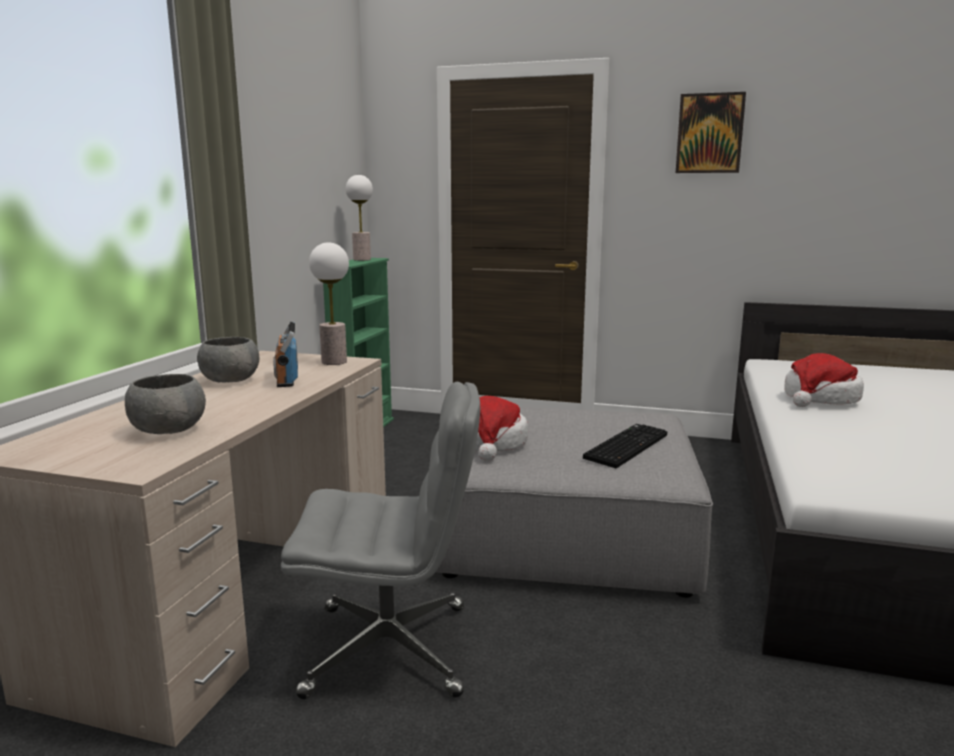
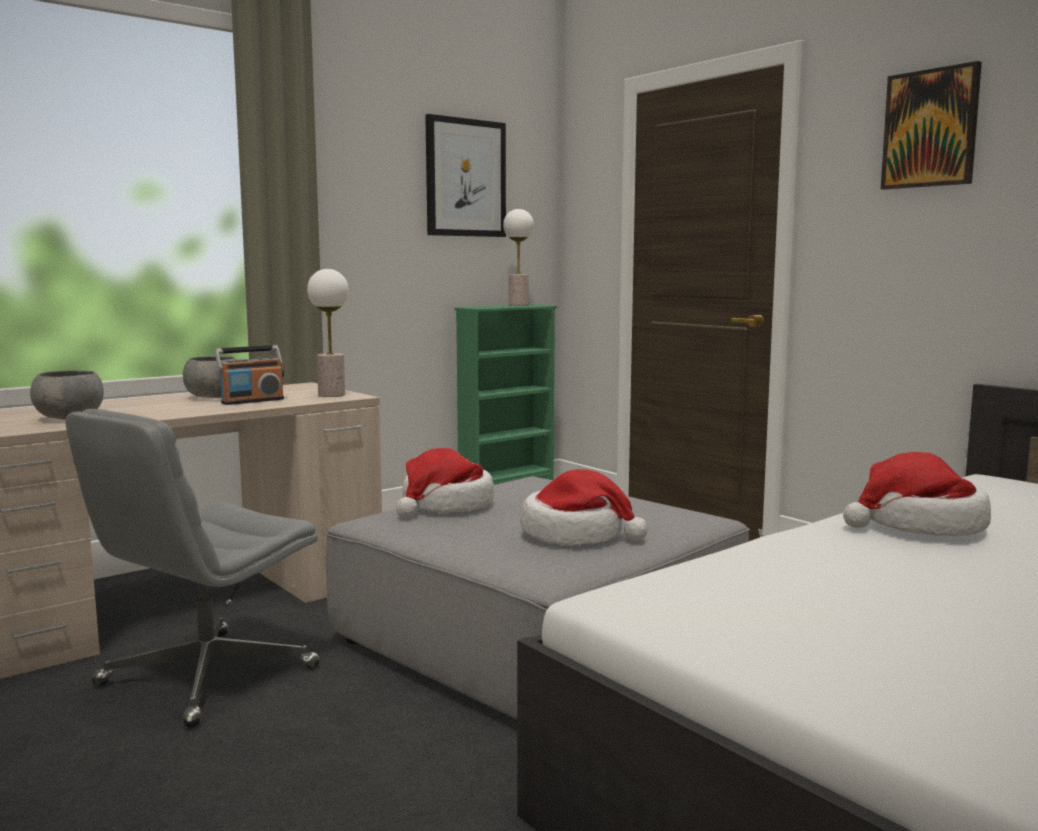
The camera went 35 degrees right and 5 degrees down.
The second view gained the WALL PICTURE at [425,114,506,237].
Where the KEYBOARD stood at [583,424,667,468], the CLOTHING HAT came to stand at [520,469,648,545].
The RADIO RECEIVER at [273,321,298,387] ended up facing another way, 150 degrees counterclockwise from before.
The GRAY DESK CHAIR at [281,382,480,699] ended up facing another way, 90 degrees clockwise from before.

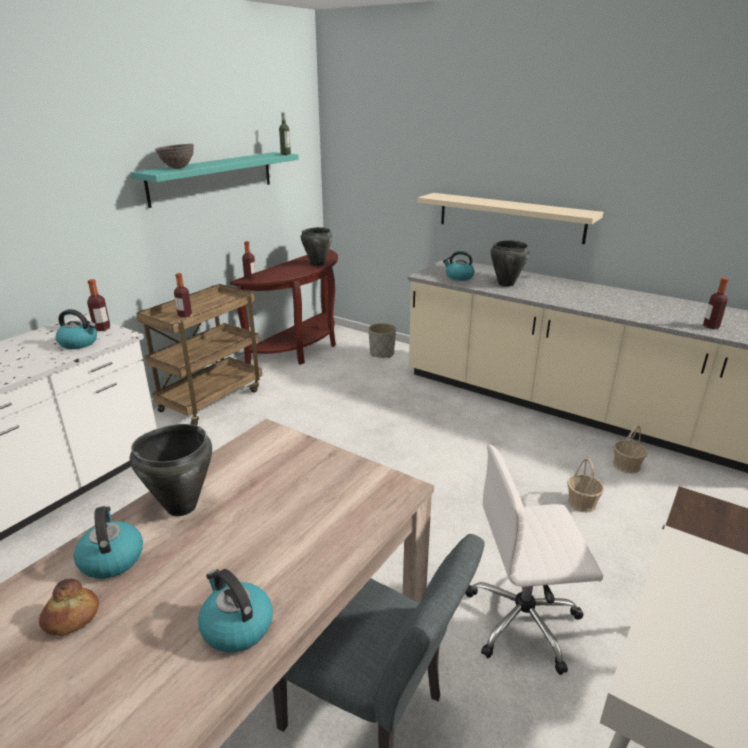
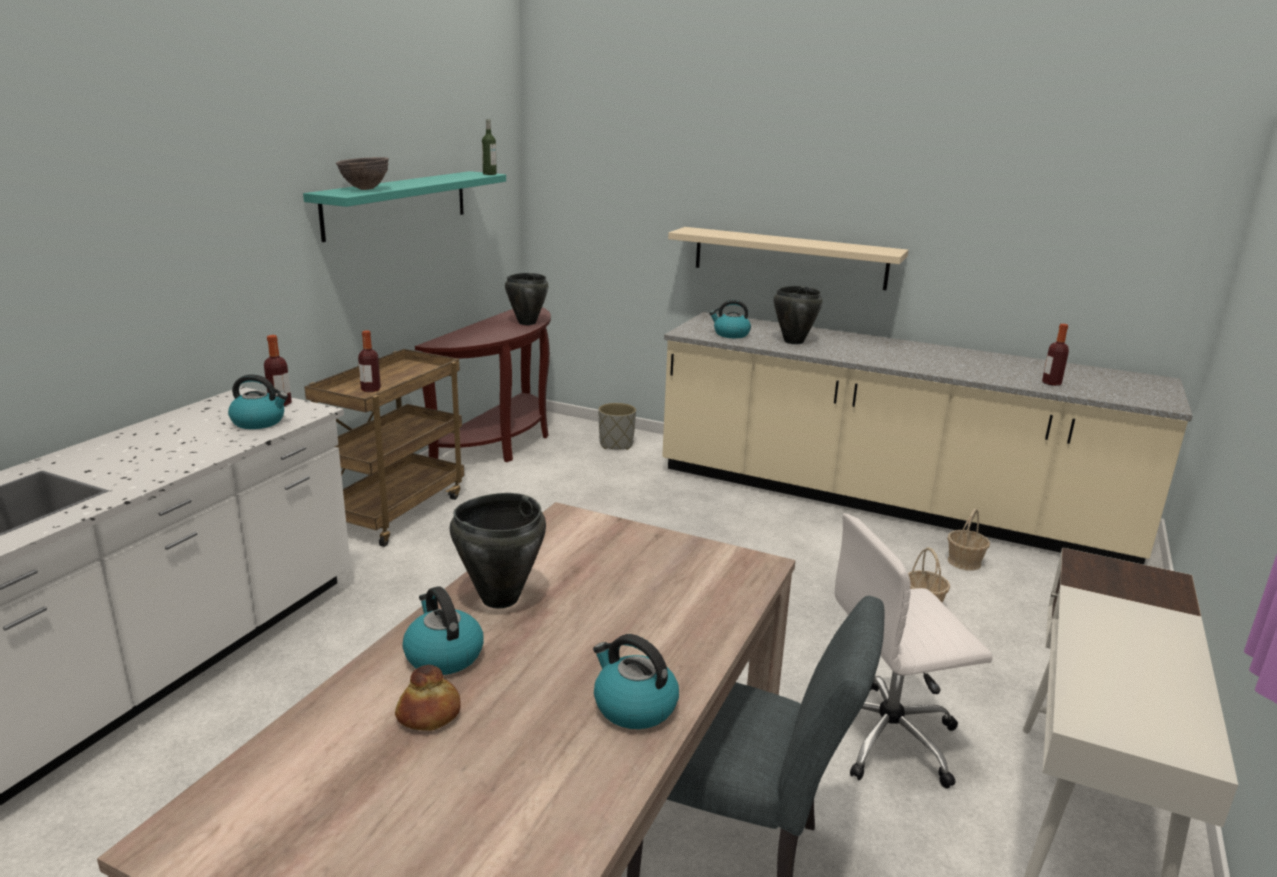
The camera went 10 degrees left and 5 degrees down.
The second view lost the BEVERAGE BOTTLE at [242,241,256,280].

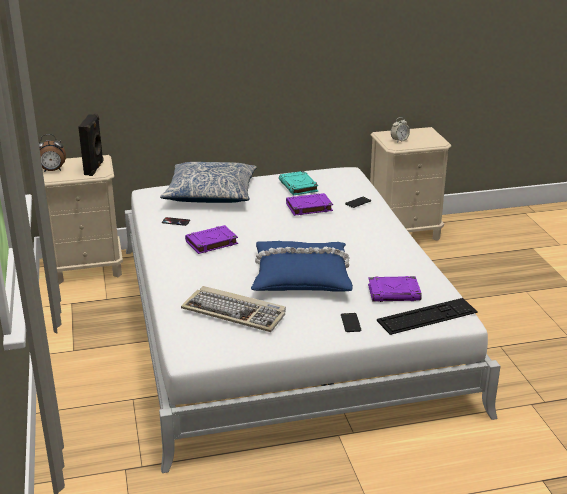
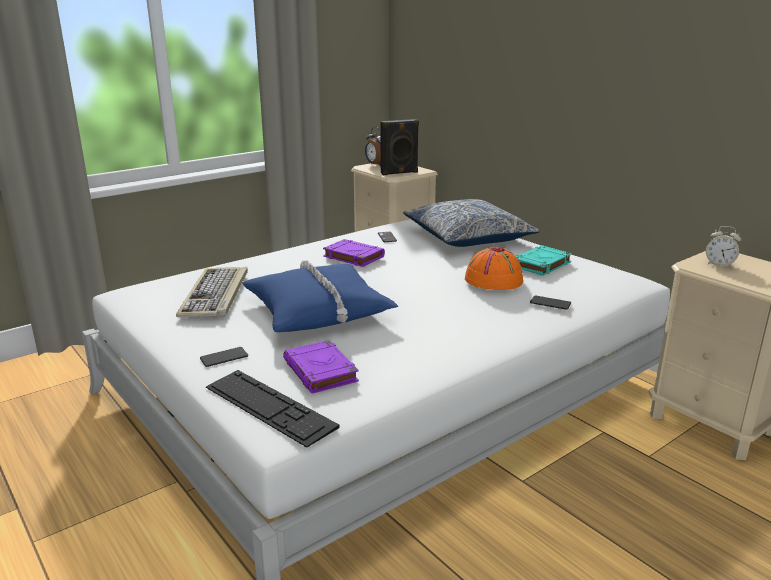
The camera went 65 degrees right and 5 degrees down.
Where the PURPLE-COLOURED BOUND BOOK stood at [286,193,333,216], the ORANGEY CLOTHING HAT came to stand at [465,247,523,290].

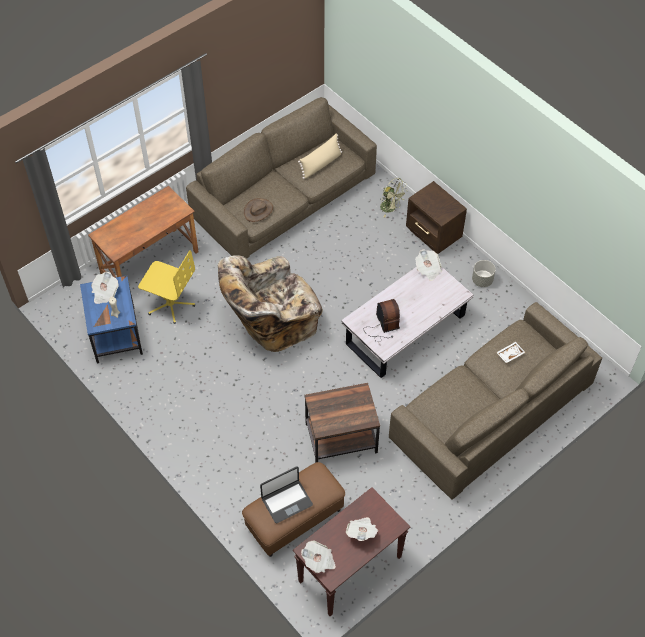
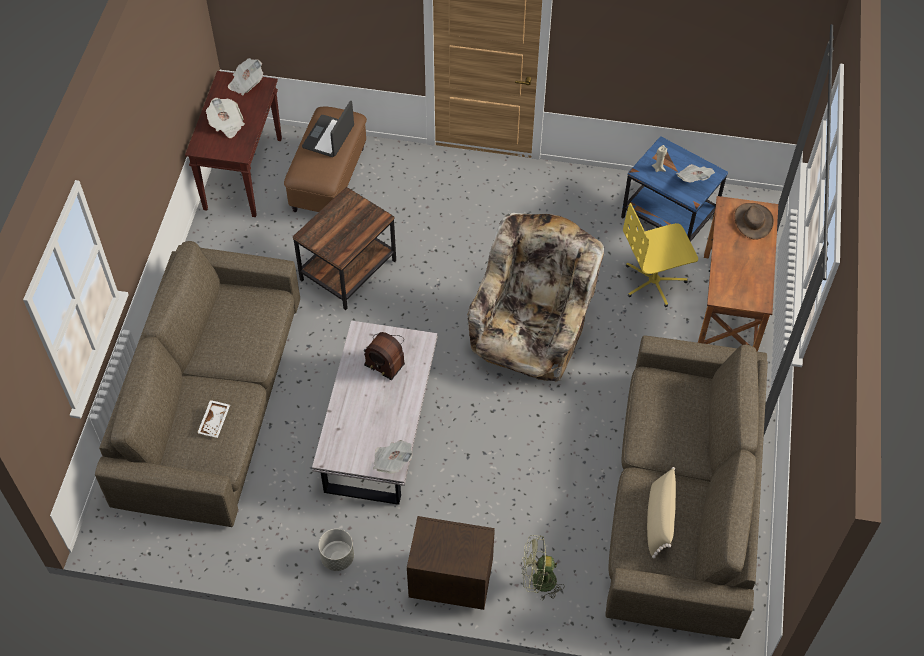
The camera went 140 degrees right and 0 degrees up.
The BROWNISH CLOTHING HAT ended up elsewhere, having gone from [244,198,273,222] to [734,203,774,240].

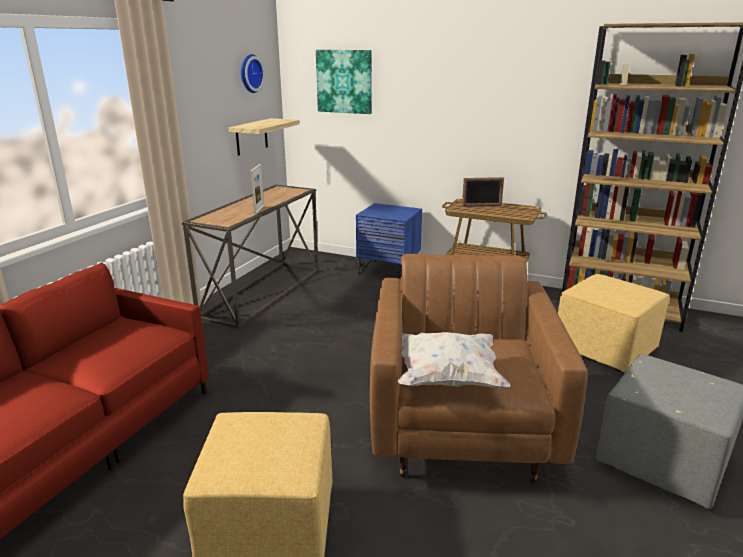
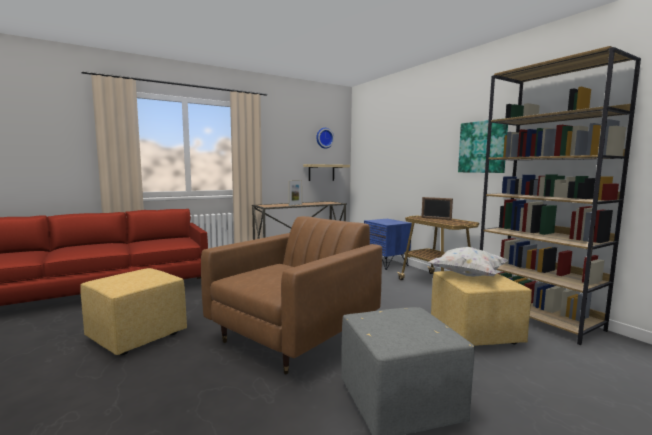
The camera went 35 degrees right and 15 degrees down.
The WALL PICTURE ended up elsewhere, having gone from [316,50,372,114] to [458,118,508,173].
The WHITE THROW PILLOW ended up elsewhere, having gone from [398,332,510,389] to [429,247,509,276].

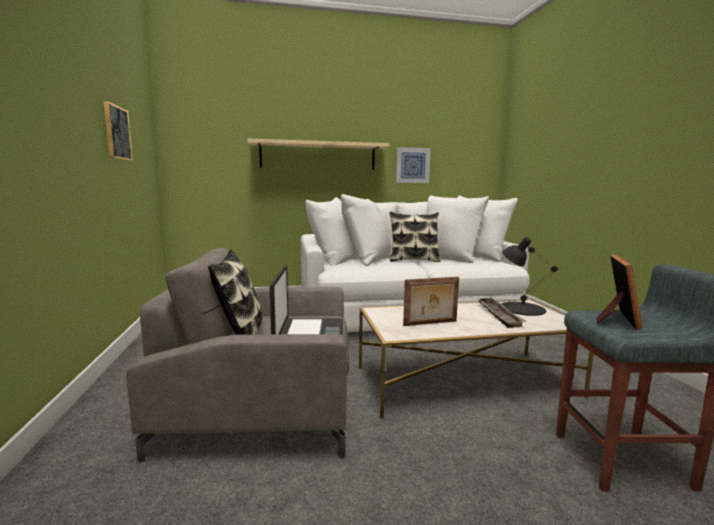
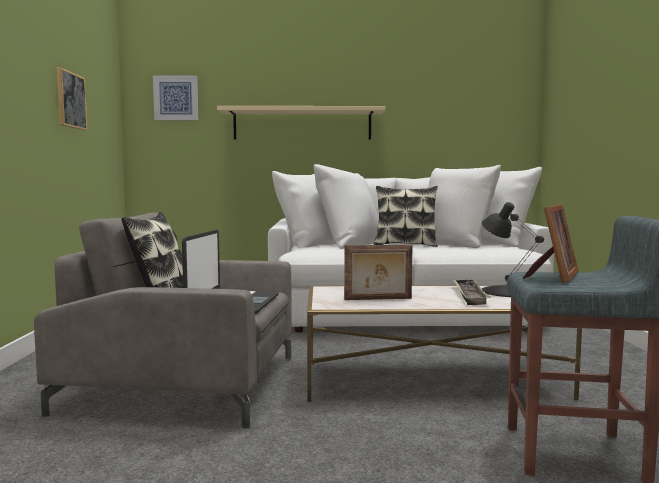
The camera went 10 degrees right and 5 degrees down.
The WALL PICTURE ended up elsewhere, having gone from [396,147,431,183] to [153,76,198,120].

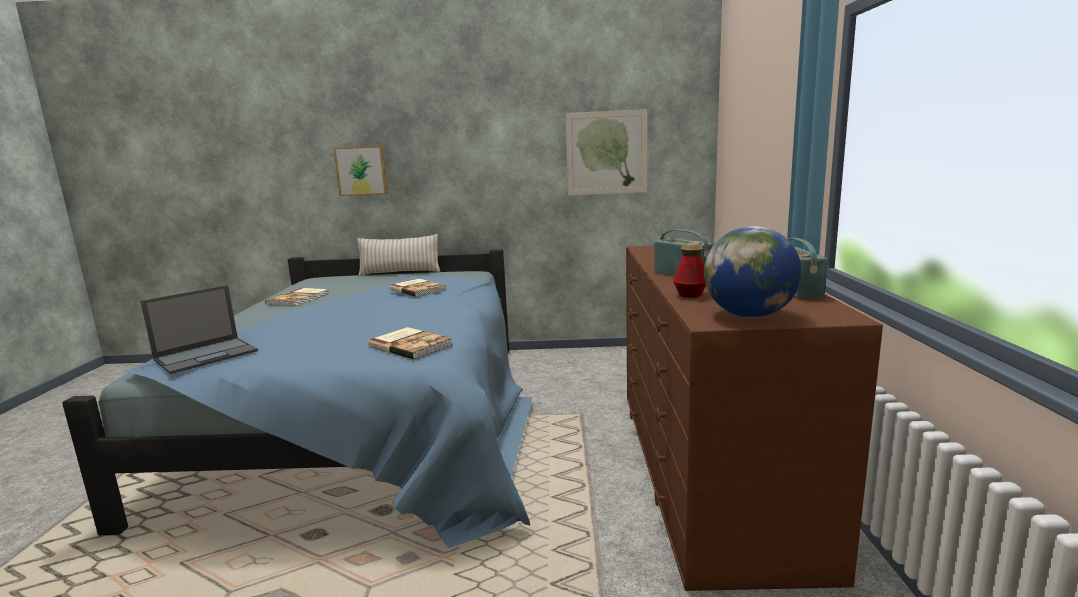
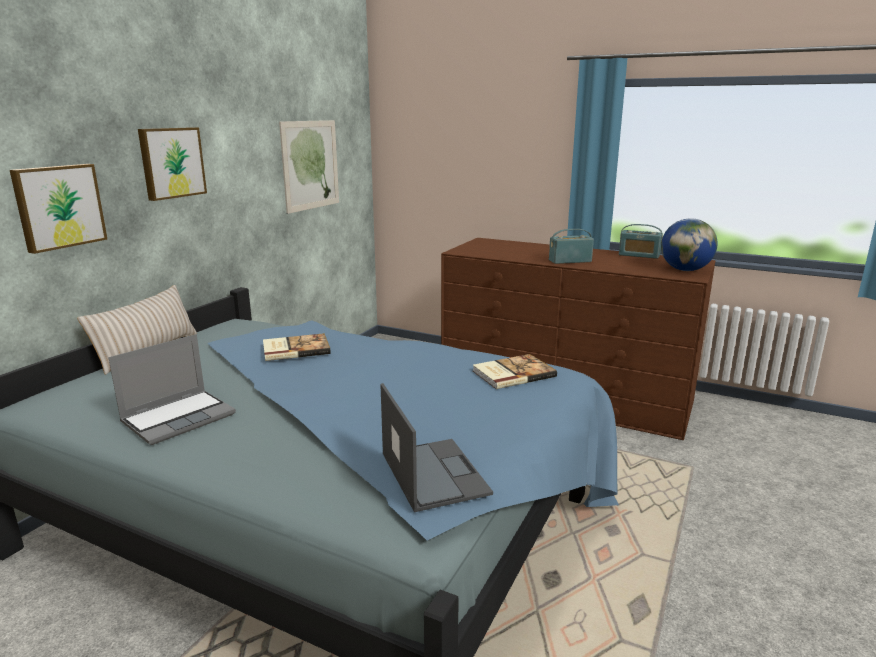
The camera went 65 degrees left and 5 degrees up.
The second view lost the BEVERAGE BOTTLE at [673,242,706,298].
The second view gained the WALL PICTURE at [138,127,207,201].
Where the BOUND BOOK stood at [265,288,329,306], the LAPTOP came to stand at [108,334,236,445].

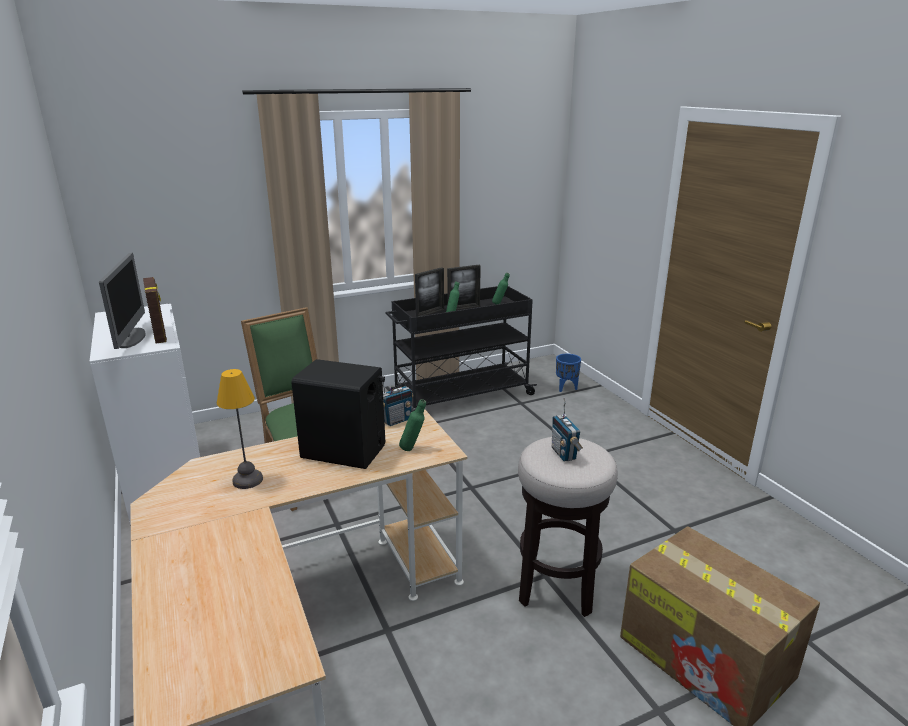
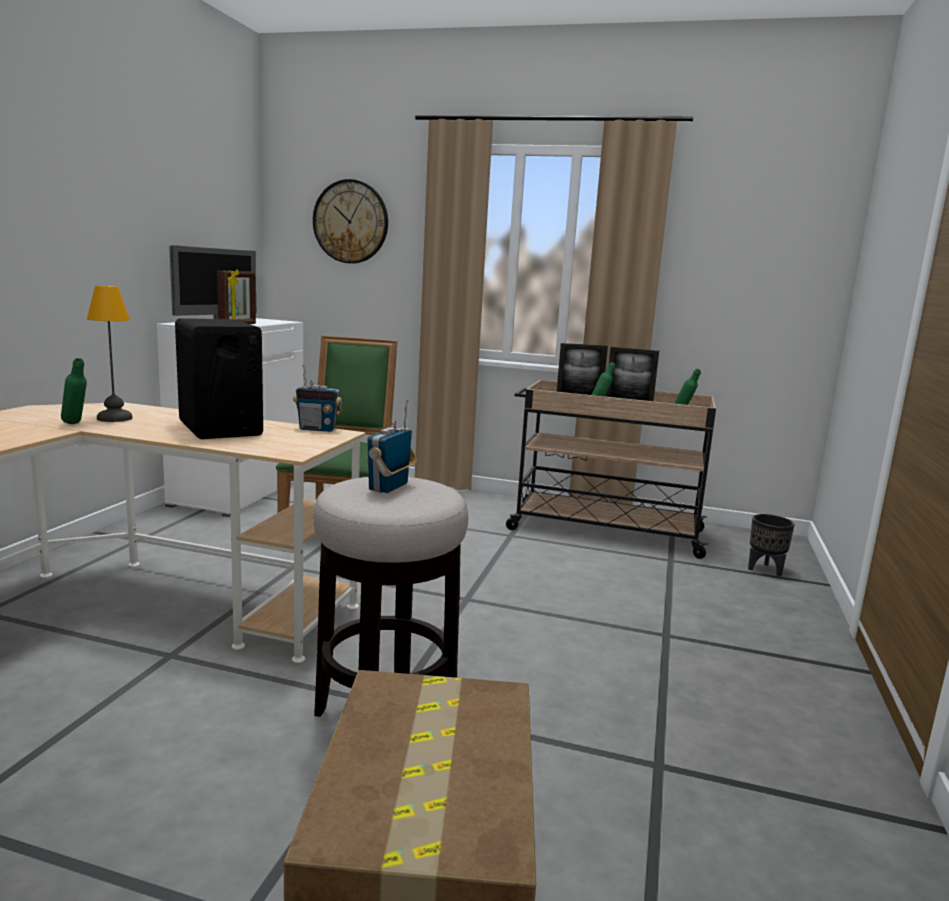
The camera went 40 degrees right and 10 degrees down.
The second view gained the CLOCK ON THE WALL at [313,179,388,263].
The GREEN BEVERAGE BOTTLE ended up elsewhere, having gone from [399,399,426,451] to [61,358,87,424].
What was the BLACKISH TROLLEY at [386,286,537,412] turned into the BEIGE TROLLEY at [506,379,716,559].
What was the BLUE PLANT POT at [556,354,581,392] turned into the BLACKISH PLANT POT at [748,514,795,576].

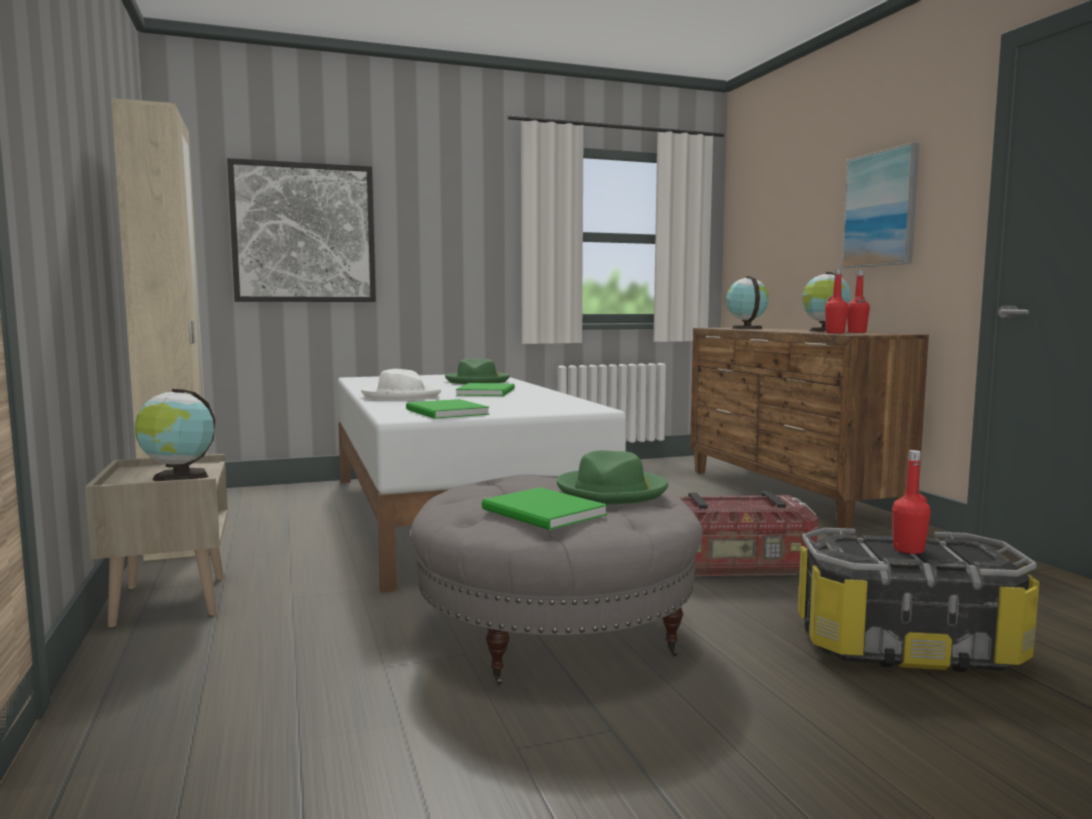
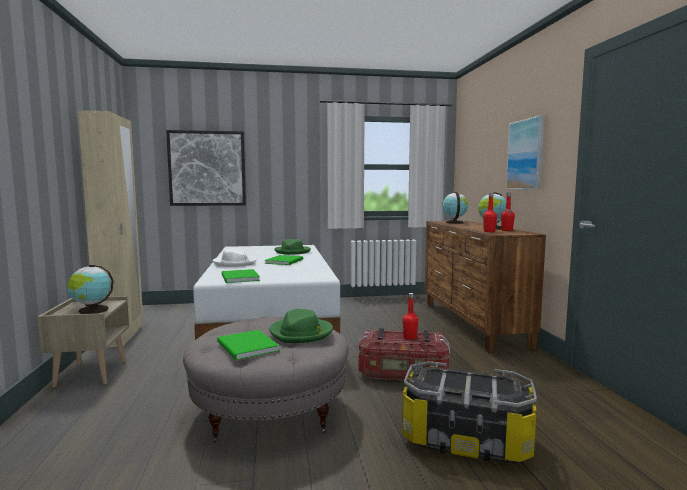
The camera went 10 degrees right and 0 degrees up.
The RED BEVERAGE BOTTLE ended up elsewhere, having gone from [892,450,931,554] to [403,293,418,339].

